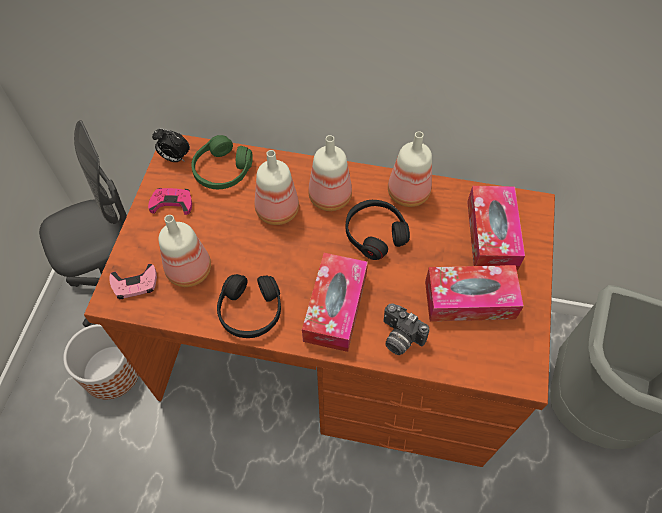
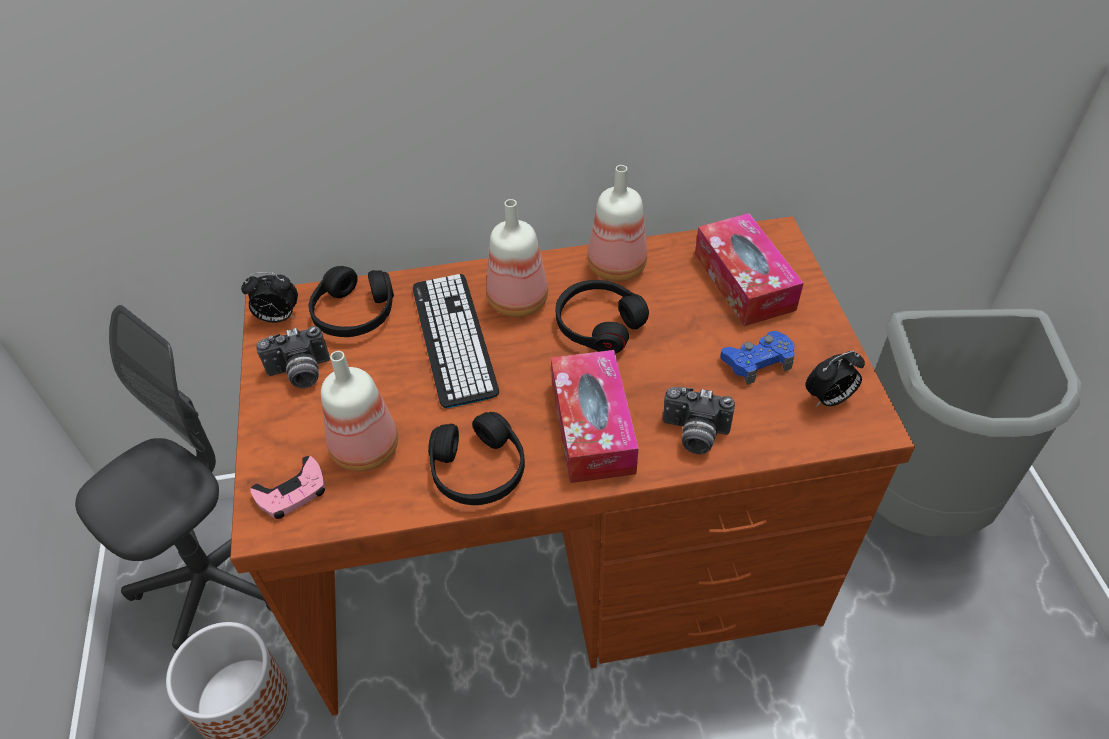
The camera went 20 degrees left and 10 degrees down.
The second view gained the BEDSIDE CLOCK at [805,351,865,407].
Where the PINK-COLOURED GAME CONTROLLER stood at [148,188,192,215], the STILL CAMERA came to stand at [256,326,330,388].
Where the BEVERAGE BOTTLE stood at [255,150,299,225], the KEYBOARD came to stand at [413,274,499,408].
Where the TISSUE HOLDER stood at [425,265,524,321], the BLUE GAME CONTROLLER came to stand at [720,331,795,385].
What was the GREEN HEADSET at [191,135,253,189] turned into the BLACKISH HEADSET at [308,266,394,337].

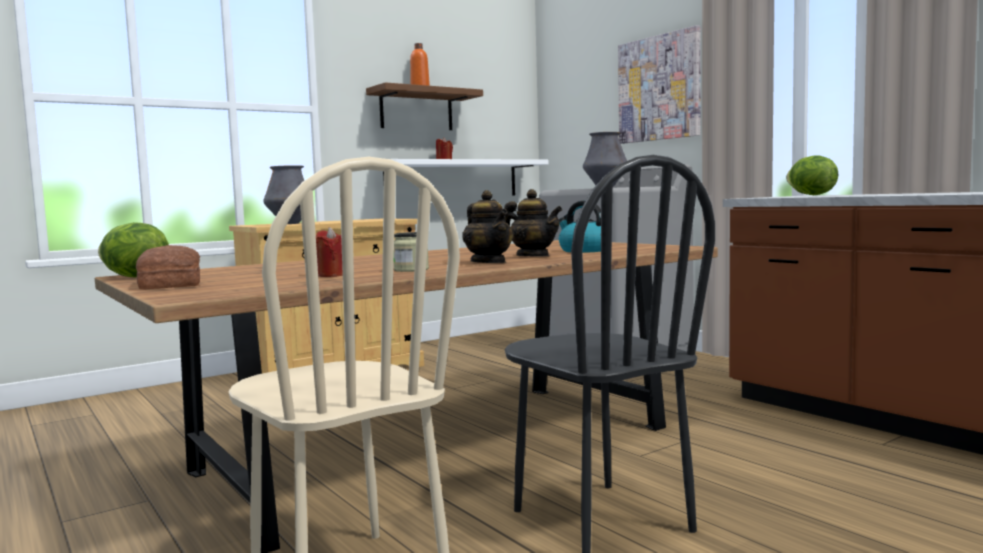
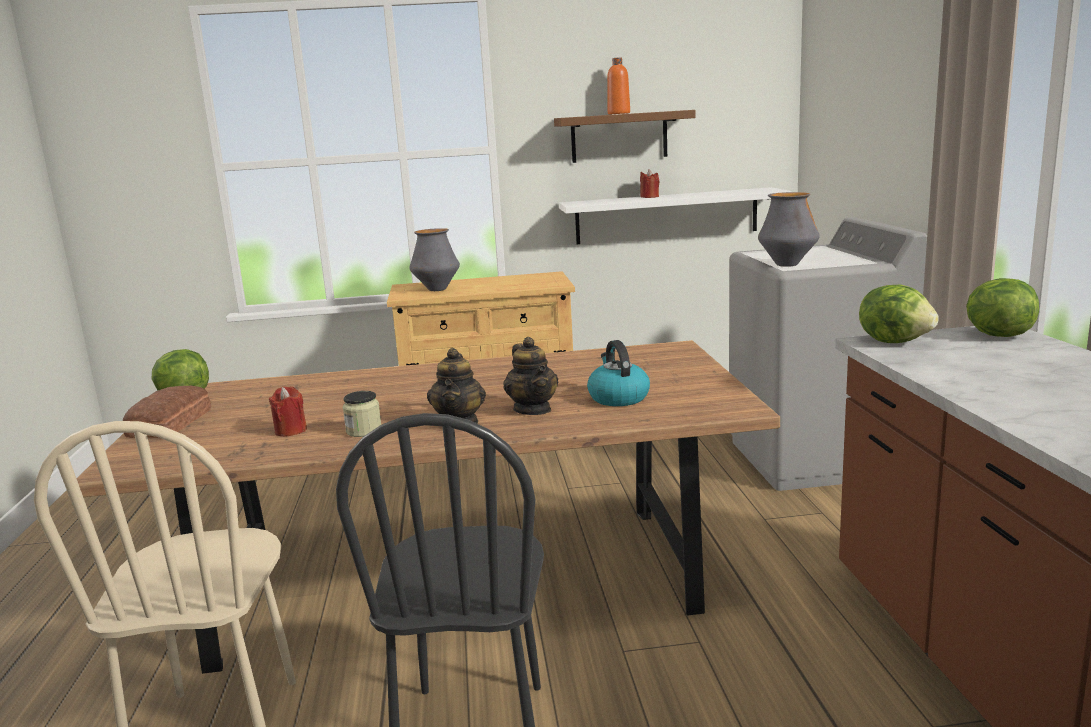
The camera went 30 degrees right and 10 degrees up.
The second view lost the WALL PICTURE at [618,25,701,144].
The second view gained the LETTUCE HEAD at [859,285,939,343].

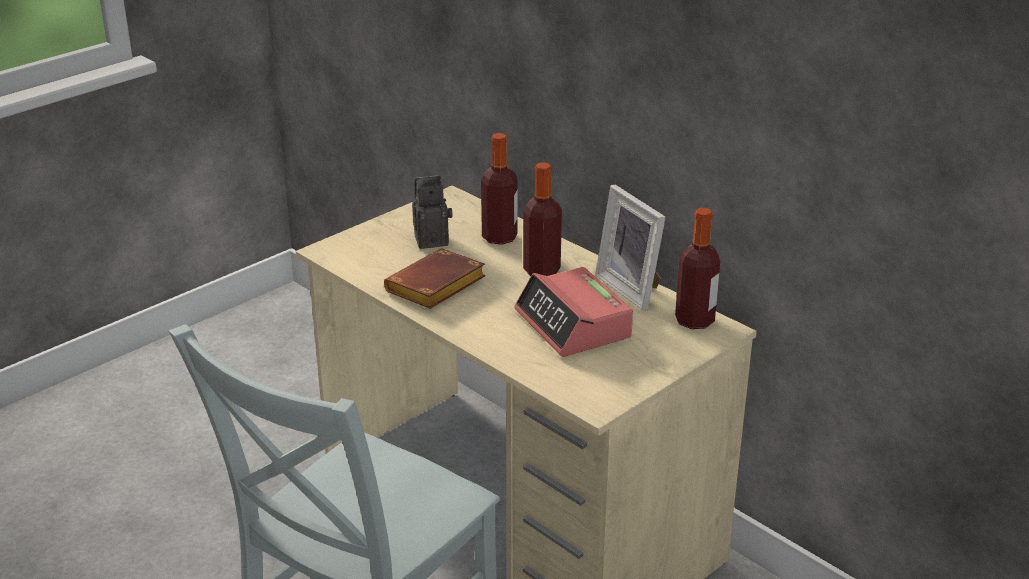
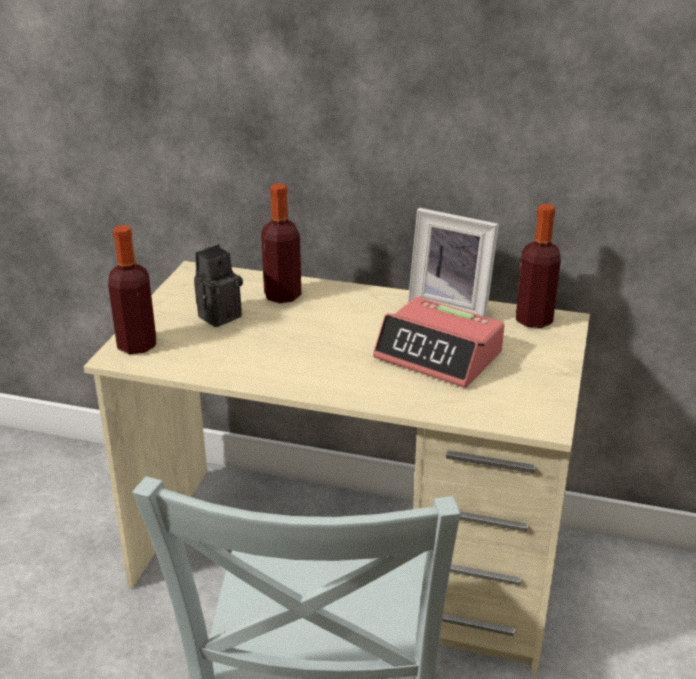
The camera went 30 degrees left and 0 degrees up.
The second view lost the BROWNISH BOUND BOOK at [384,248,486,309].
The BEVERAGE BOTTLE ended up elsewhere, having gone from [523,162,562,276] to [108,225,156,354].

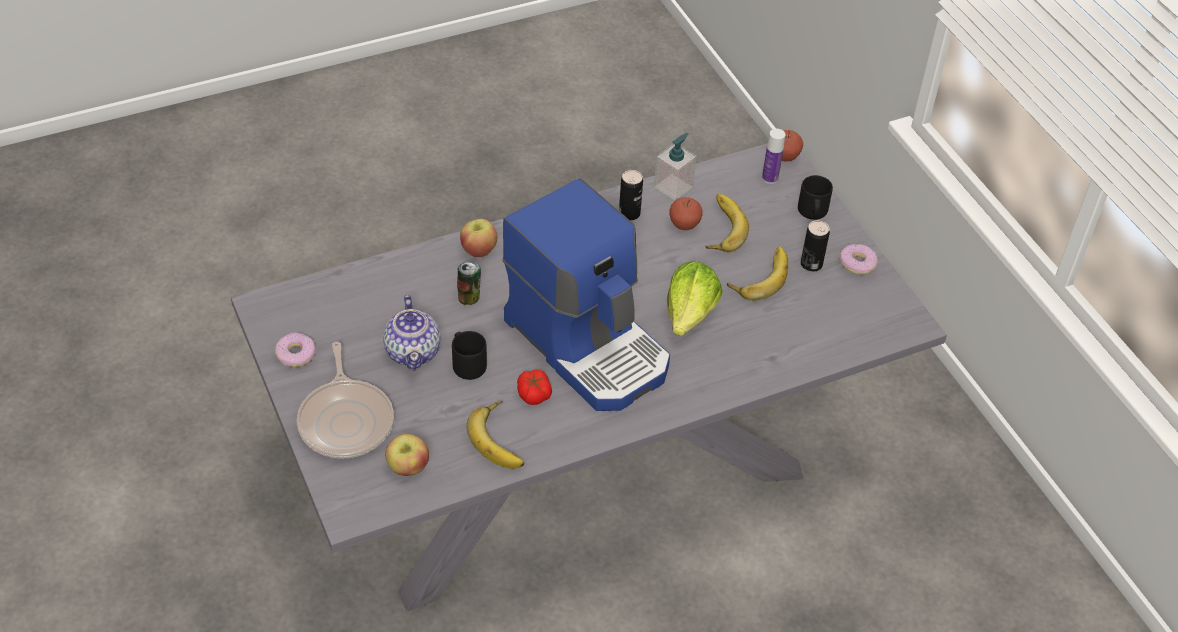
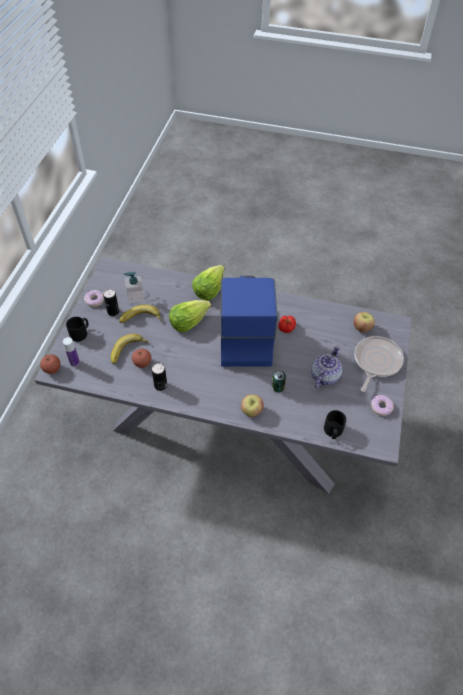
The camera went 140 degrees left and 5 degrees up.
The second view lost the WHOLE BANANA at [467,401,524,469].
The second view gained the LETTUCE HEAD at [192,265,225,301].
The BLACKISH TEA MUG ended up elsewhere, having gone from [452,331,487,380] to [324,410,346,439].
The SOAP DISPENSER ended up elsewhere, having gone from [654,133,697,200] to [124,272,144,304].

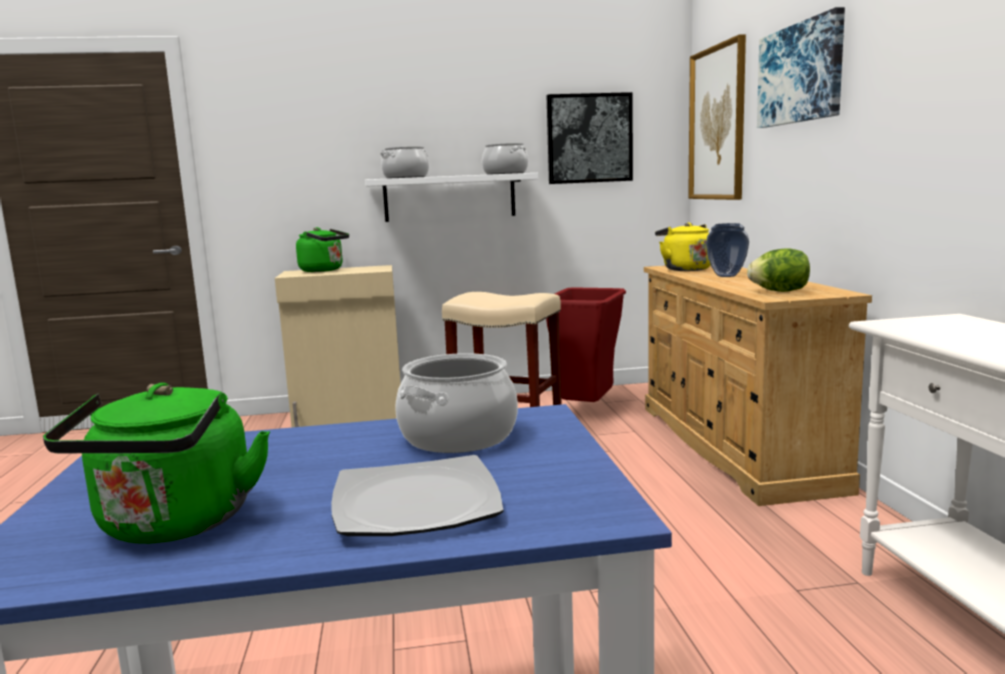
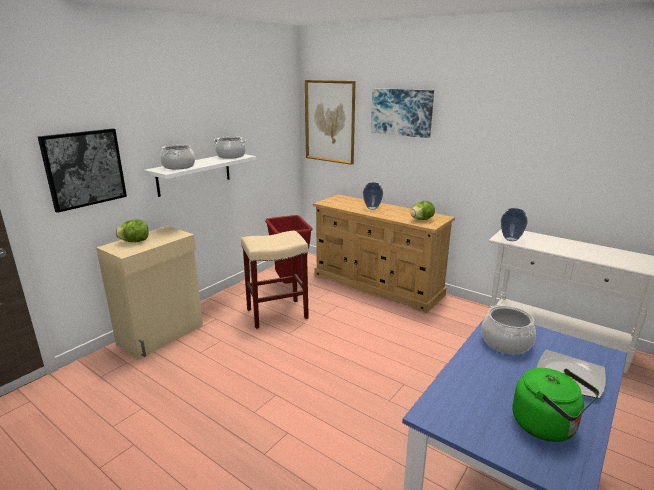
The camera went 45 degrees left and 10 degrees up.
The second view lost the YELLOW TEA KETTLE at [655,222,711,271].
The second view gained the FLOWER VASE at [501,208,528,241].
The WALL PICTURE ended up elsewhere, having gone from [547,92,633,184] to [38,129,127,213].
Where the GREEN TEA KETTLE stood at [296,227,349,272], the LETTUCE HEAD came to stand at [115,219,149,242].

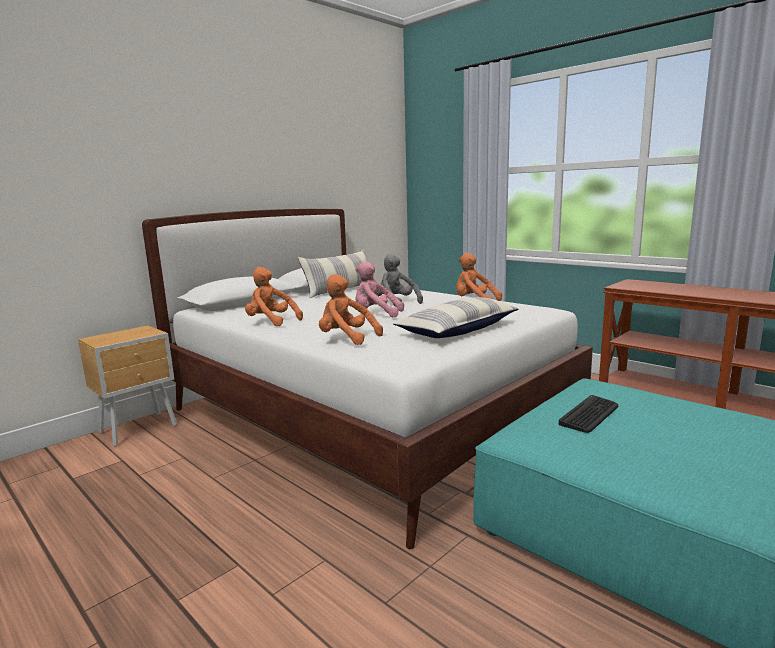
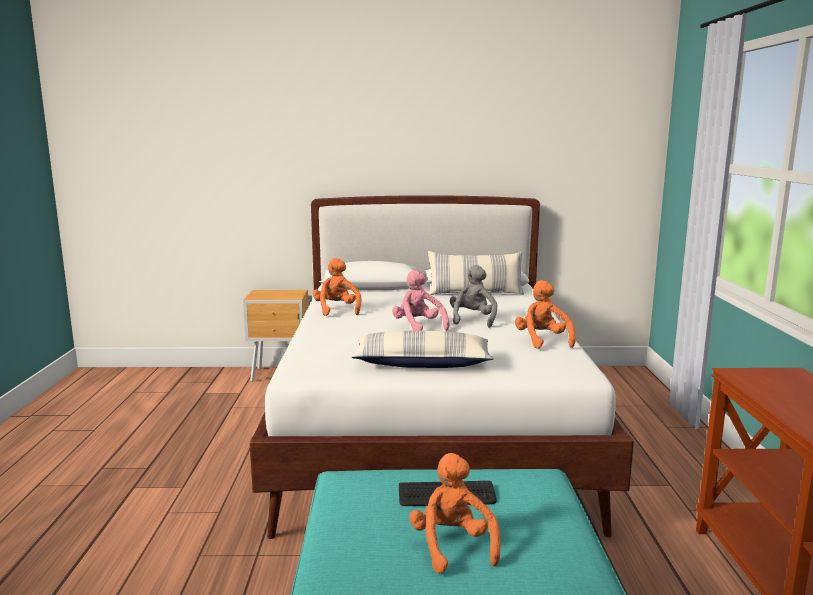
The camera went 45 degrees right and 0 degrees up.
The ORANGEY CUDDLY TOY ended up elsewhere, having gone from [319,274,383,345] to [409,453,501,573].

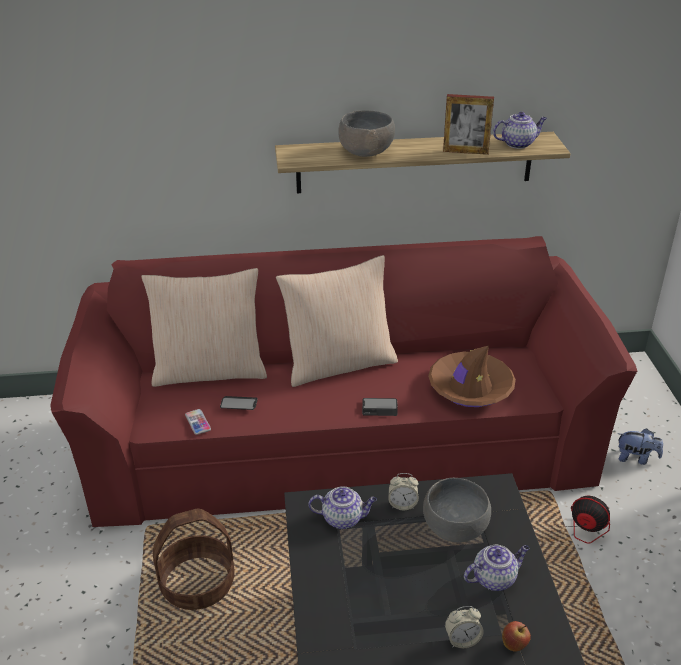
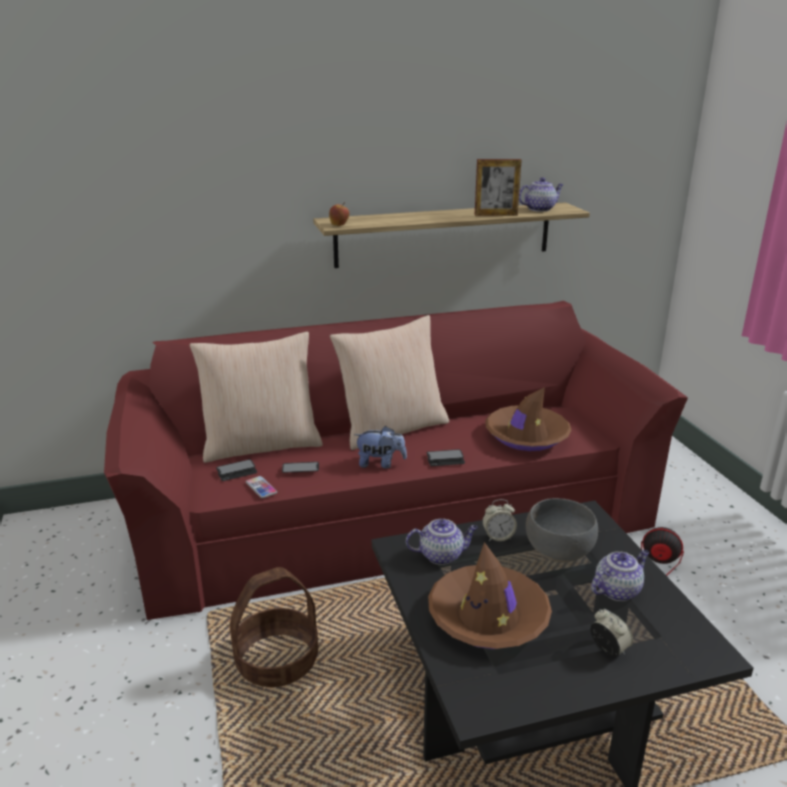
The camera went 10 degrees left and 10 degrees down.
The second view lost the GRAY DEEP DISH at [338,110,395,157].
The second view gained the TELEPHONE at [216,459,257,481].
The second view gained the BROWNISH CLOTHING HAT at [428,542,552,649].
The APPLE FRUIT ended up elsewhere, having gone from [502,621,531,652] to [329,202,349,226].
The CUDDLY TOY ended up elsewhere, having gone from [618,428,663,465] to [354,426,407,468].
The BEDSIDE CLOCK at [445,606,484,648] ended up facing another way, 105 degrees counterclockwise from before.

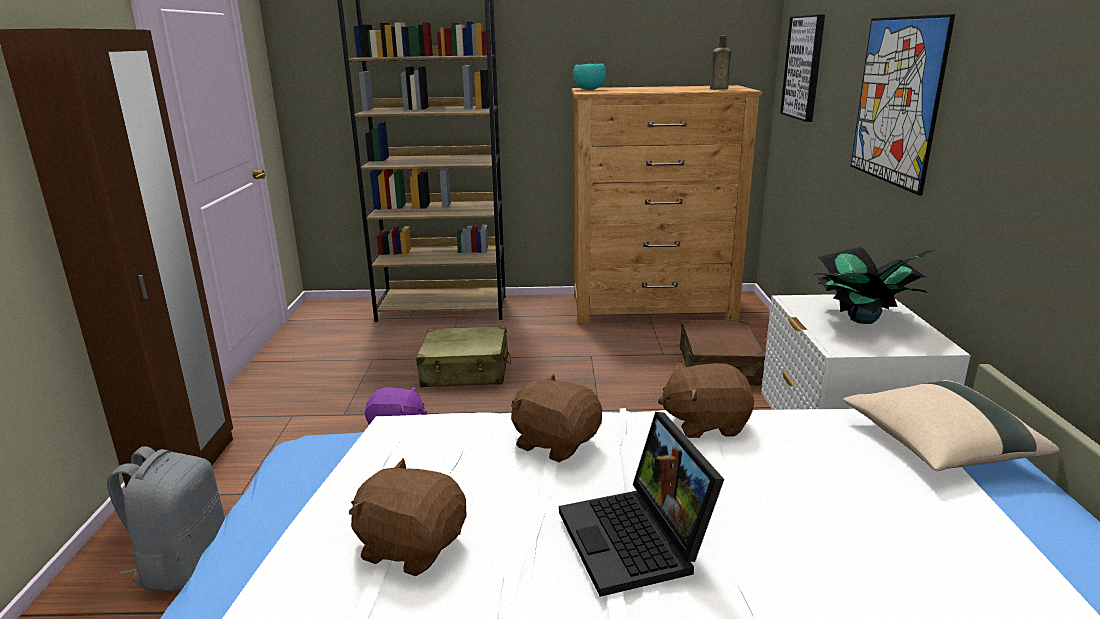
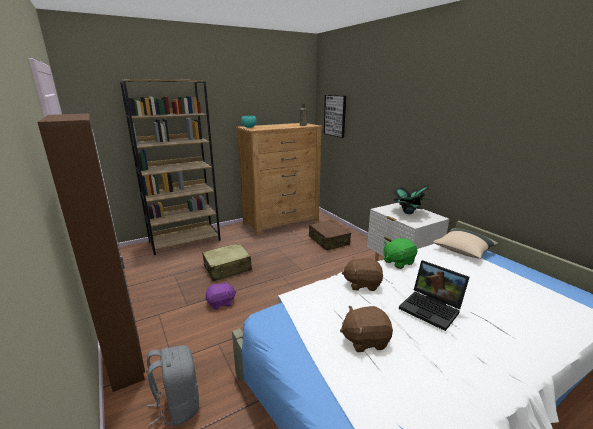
The camera went 30 degrees left and 0 degrees up.
The second view lost the WALL PICTURE at [851,14,955,196].
What was the BROWNISH CUDDLY TOY at [658,362,754,438] turned into the GREEN CUDDLY TOY at [384,238,418,269].

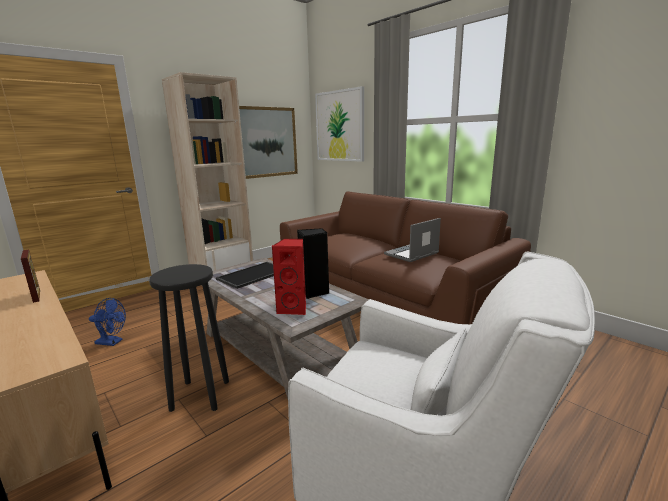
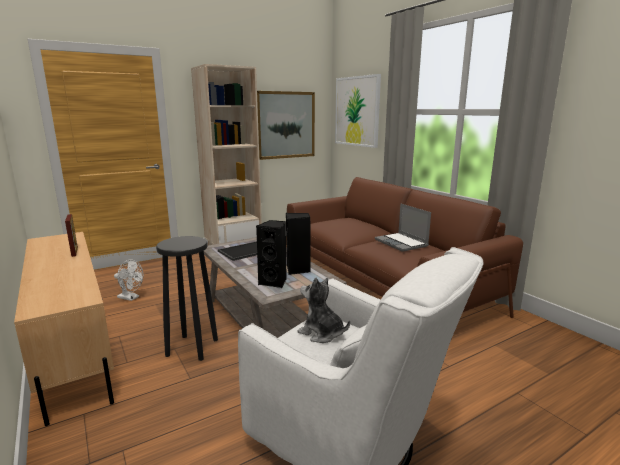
The camera went 10 degrees right and 0 degrees up.
The second view gained the CUDDLY TOY at [298,277,350,343].
What was the BLUE ELECTRIC FAN at [89,298,126,346] turned into the WHITE ELECTRIC FAN at [114,259,143,301].
What was the RED LOUDSPEAKER at [272,239,306,315] turned into the BLACKISH LOUDSPEAKER at [256,220,287,288].
The LAPTOP at [384,218,441,262] ended up facing another way, 90 degrees counterclockwise from before.

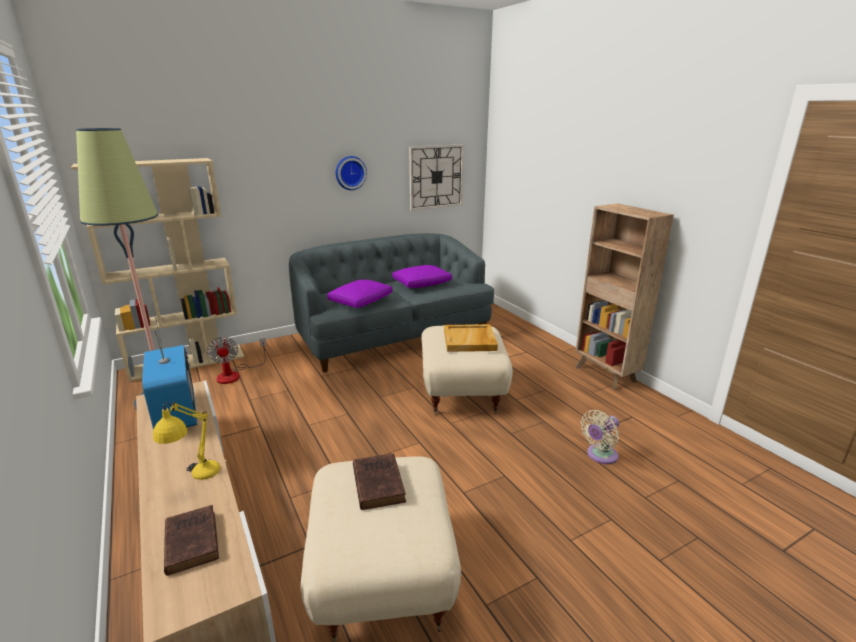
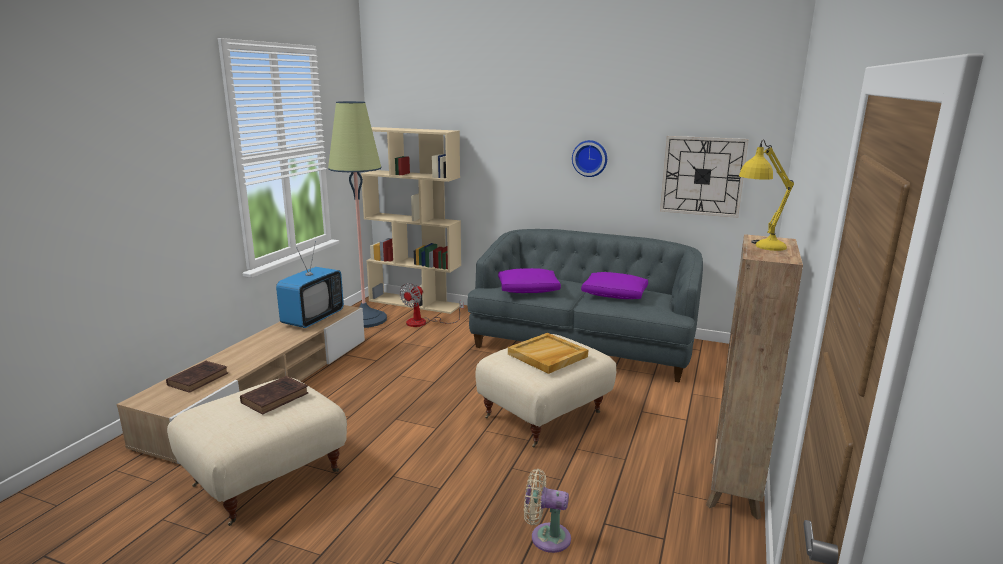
The camera went 50 degrees right and 5 degrees down.
The YELLOW TABLETOP LAMP ended up elsewhere, having gone from [153,401,220,480] to [739,140,794,251].

